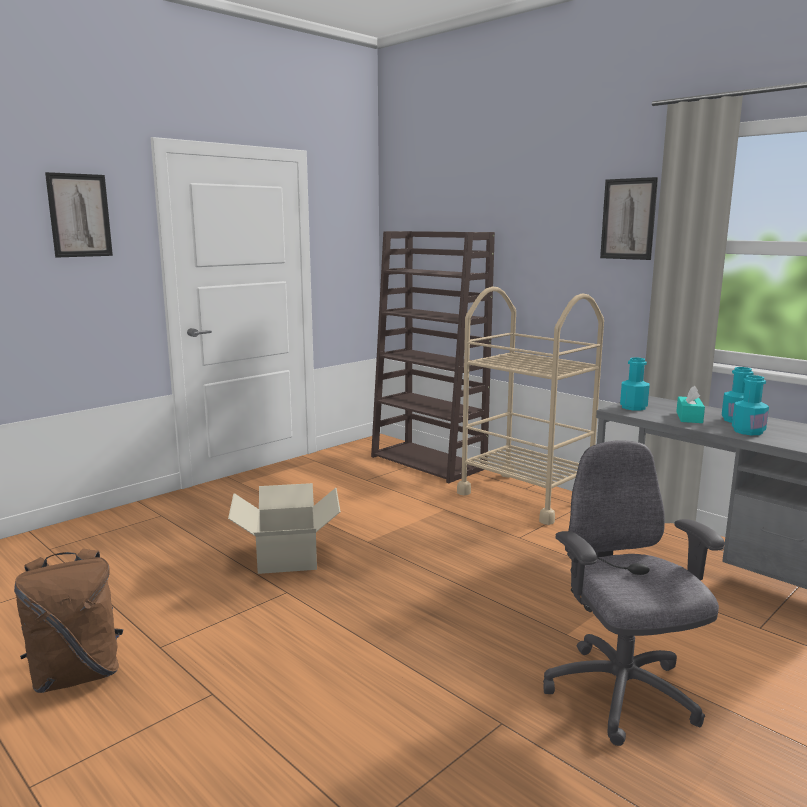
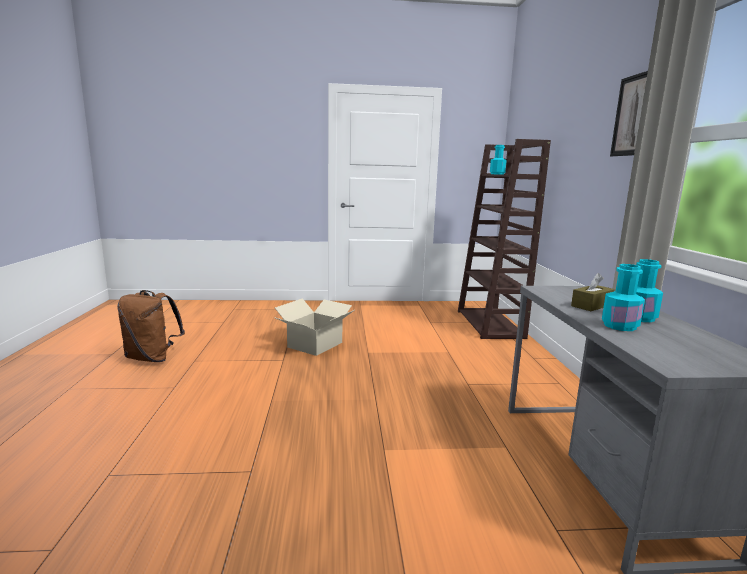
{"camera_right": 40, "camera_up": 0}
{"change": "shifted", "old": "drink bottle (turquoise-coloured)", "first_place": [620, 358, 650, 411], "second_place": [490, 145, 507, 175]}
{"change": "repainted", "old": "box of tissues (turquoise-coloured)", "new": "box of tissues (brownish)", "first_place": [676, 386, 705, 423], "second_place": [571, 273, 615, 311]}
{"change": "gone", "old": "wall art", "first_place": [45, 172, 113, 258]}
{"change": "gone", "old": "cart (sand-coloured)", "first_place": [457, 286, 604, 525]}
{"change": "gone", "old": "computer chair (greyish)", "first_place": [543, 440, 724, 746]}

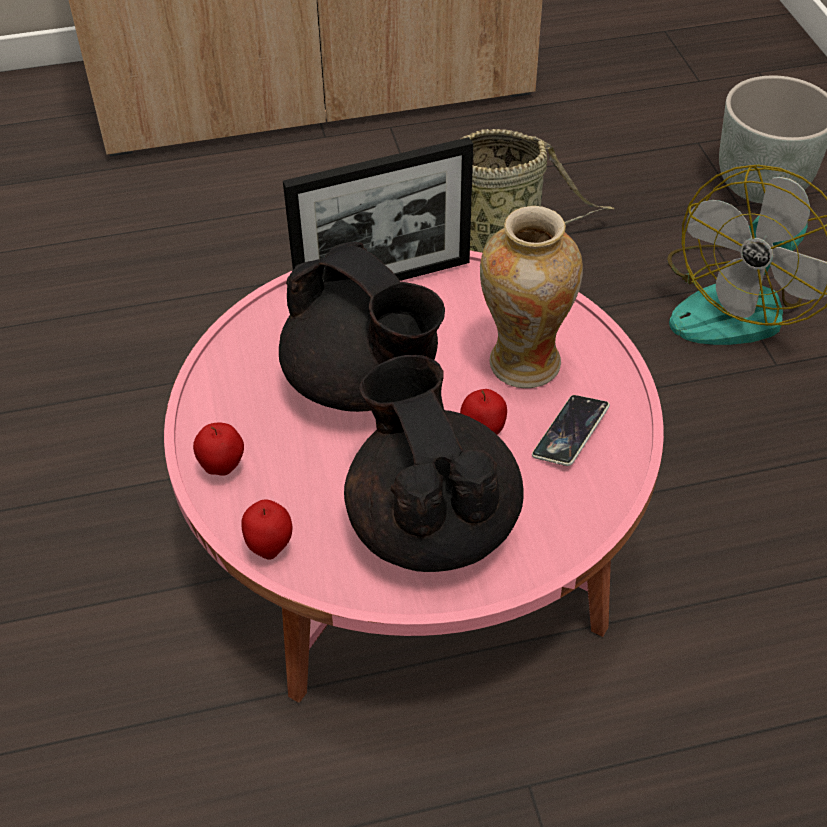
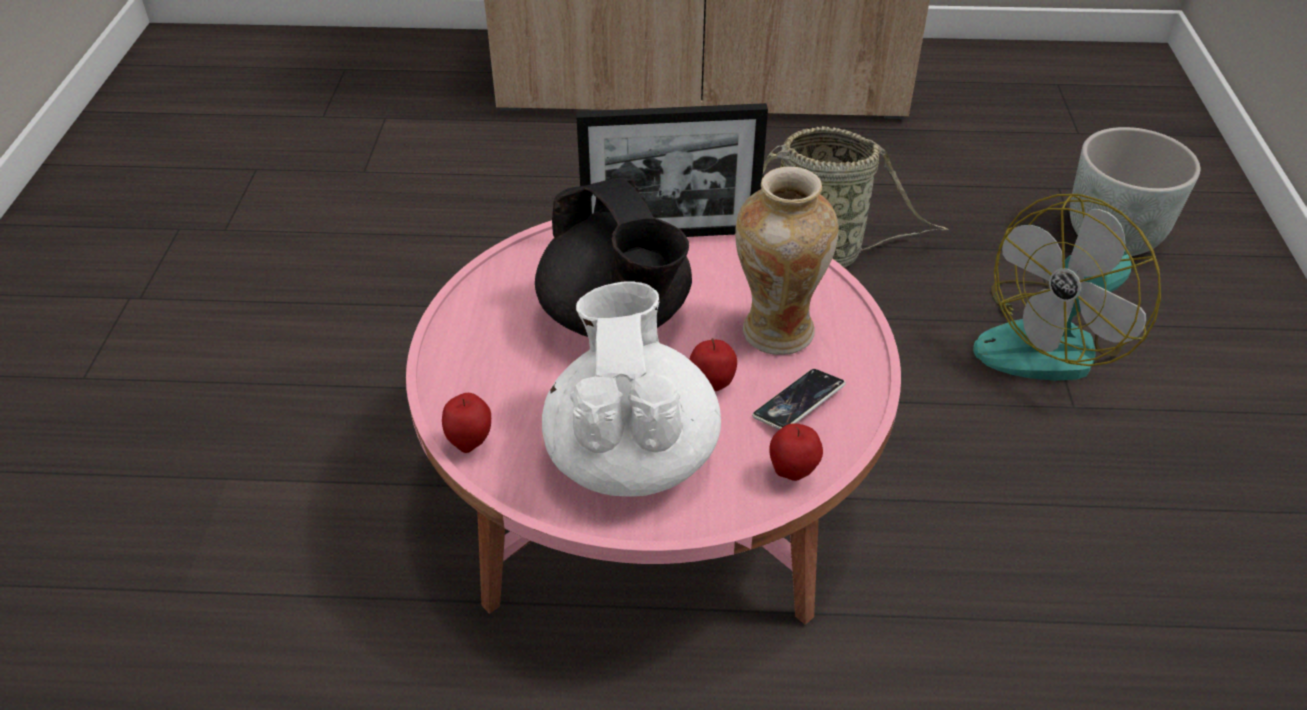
{"camera_right": 15, "camera_up": -5}
{"change": "repainted", "old": "tea pot (blackish)", "new": "tea pot (whitish)", "first_place": [344, 355, 524, 572], "second_place": [542, 282, 721, 497]}
{"change": "shifted", "old": "whole apple", "first_place": [193, 423, 244, 476], "second_place": [769, 424, 823, 481]}

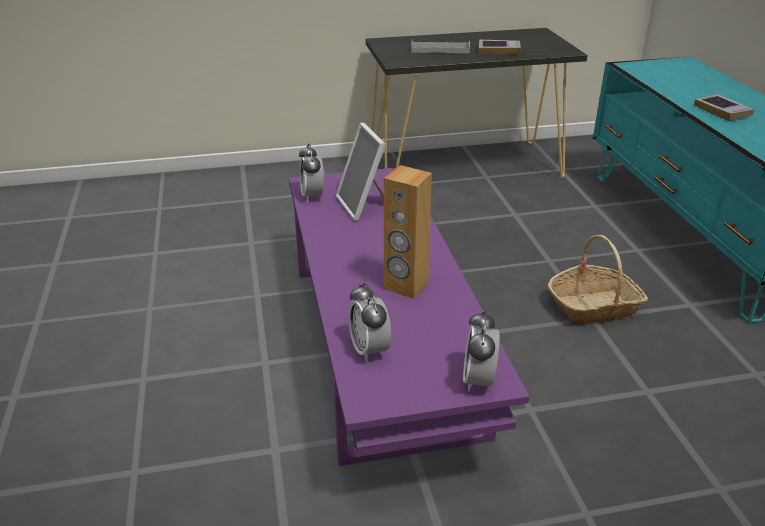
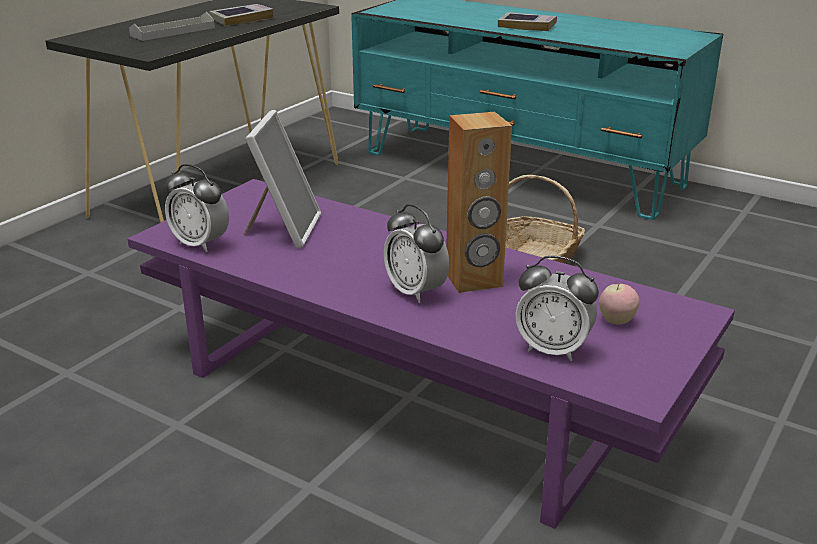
{"camera_right": -45, "camera_up": -5}
{"change": "rotated", "old": "standing frame", "first_place": [336, 123, 386, 221], "second_place": [243, 110, 321, 249], "degrees": -105}
{"change": "shifted", "old": "alarm clock", "first_place": [463, 311, 500, 391], "second_place": [384, 204, 449, 303]}
{"change": "new", "new": "whole apple", "second_place": [599, 282, 640, 325]}

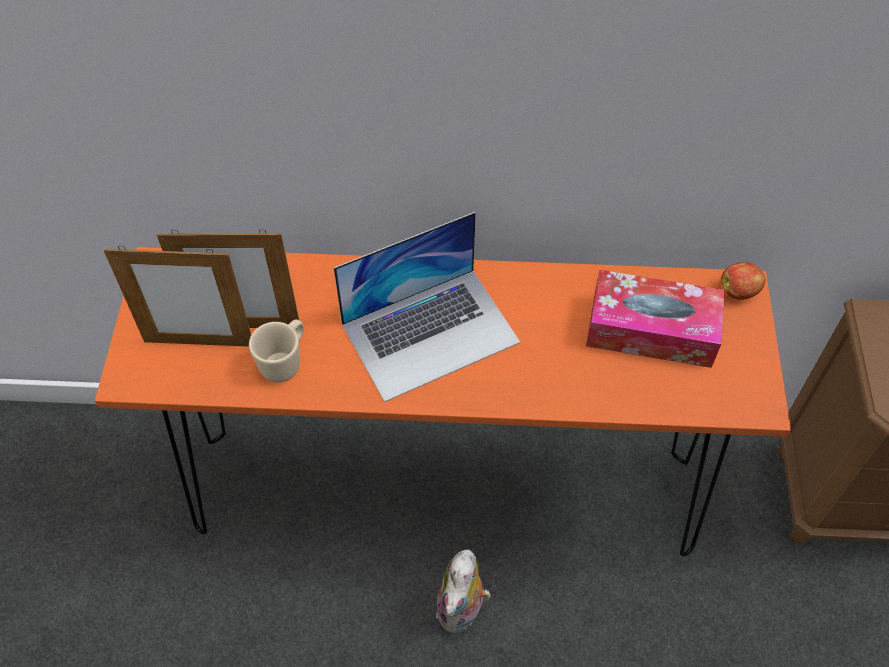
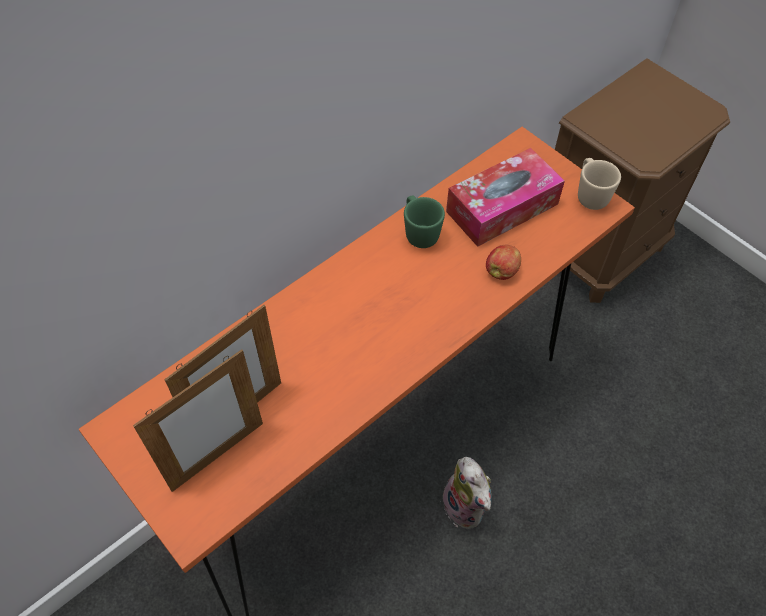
{"camera_right": -45, "camera_up": 0}
{"change": "new", "new": "tea mug (green-coloured)", "second_place": [404, 195, 445, 248]}
{"change": "shifted", "old": "whole apple", "first_place": [721, 262, 765, 300], "second_place": [486, 245, 521, 280]}
{"change": "shifted", "old": "tea mug (sand-coloured)", "first_place": [249, 319, 304, 382], "second_place": [578, 158, 621, 210]}
{"change": "gone", "old": "portable computer", "first_place": [334, 212, 520, 402]}

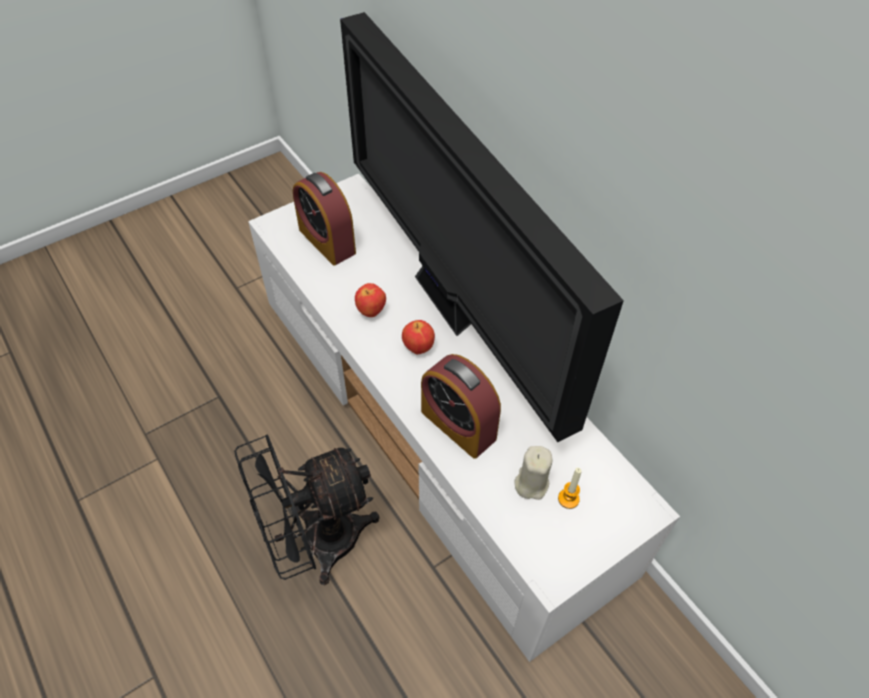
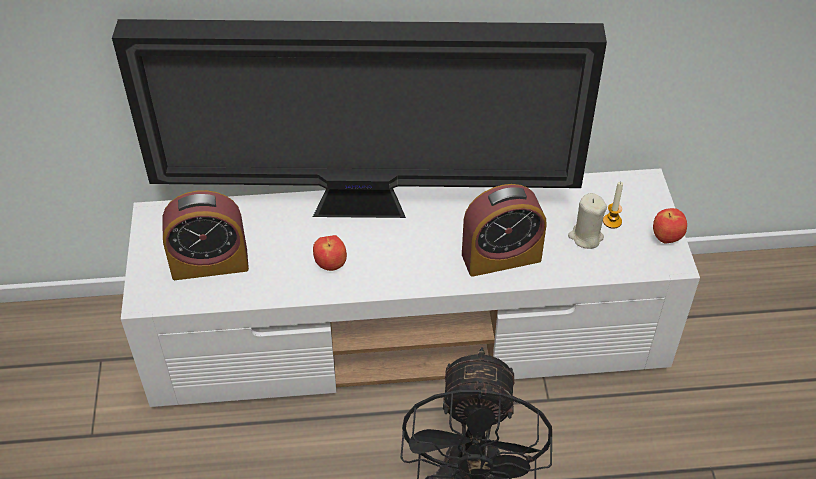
{"camera_right": -60, "camera_up": -5}
{"change": "shifted", "old": "whole apple", "first_place": [402, 320, 435, 354], "second_place": [653, 208, 687, 243]}

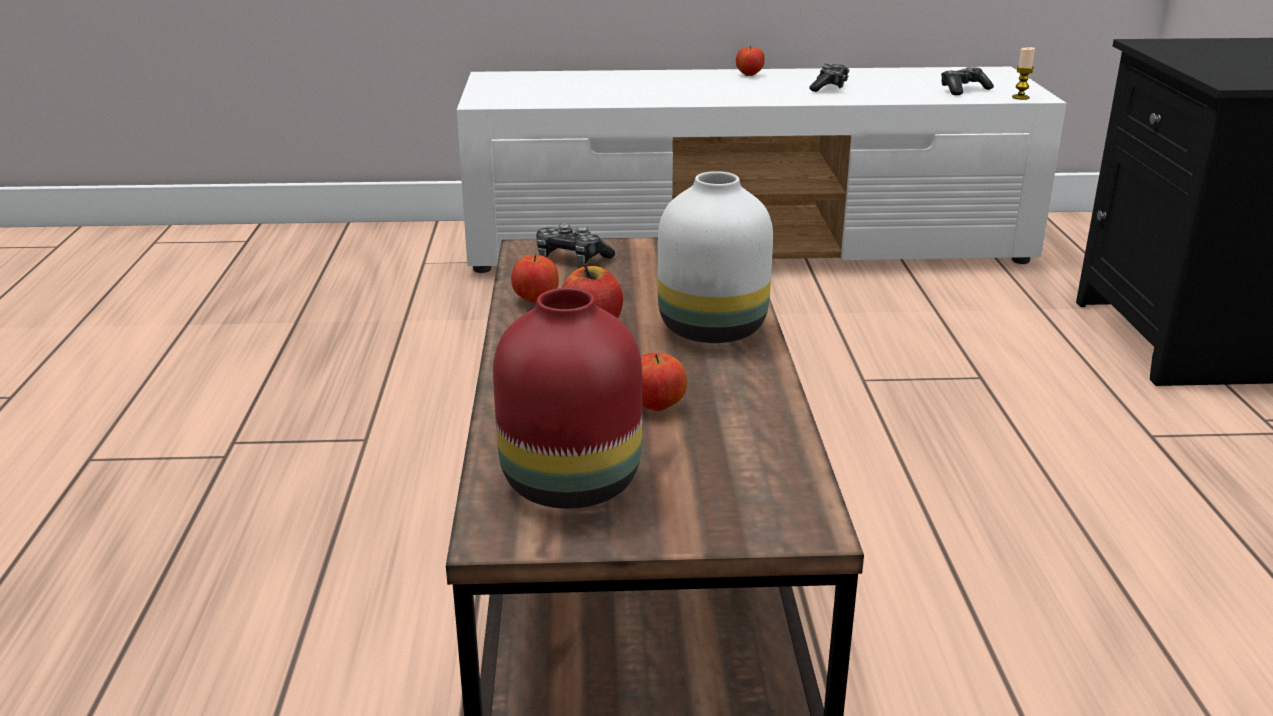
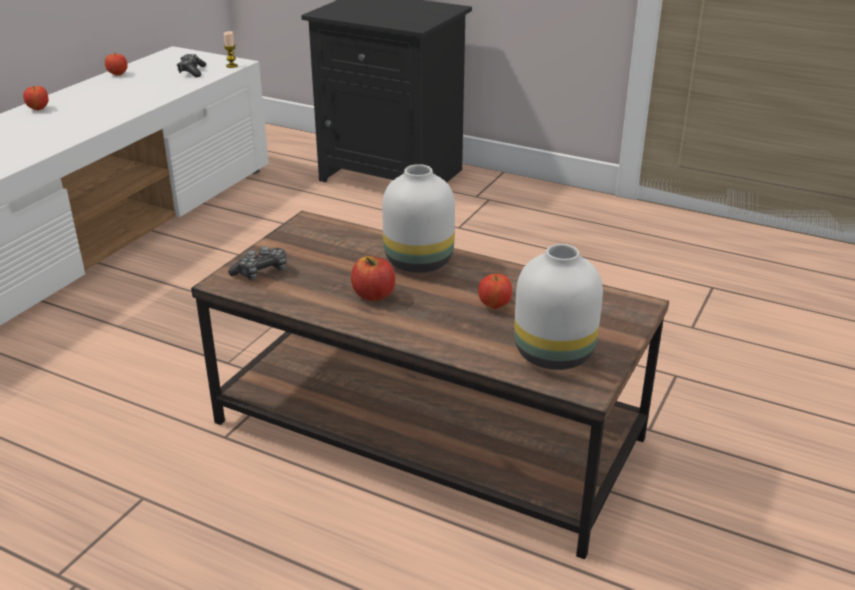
{"camera_right": -60, "camera_up": 5}
{"change": "shifted", "old": "whole apple", "first_place": [511, 255, 559, 303], "second_place": [105, 53, 128, 76]}
{"change": "repainted", "old": "vase (red)", "new": "vase (whitish)", "first_place": [493, 288, 642, 509], "second_place": [514, 244, 603, 370]}
{"change": "gone", "old": "joypad", "first_place": [809, 63, 850, 92]}

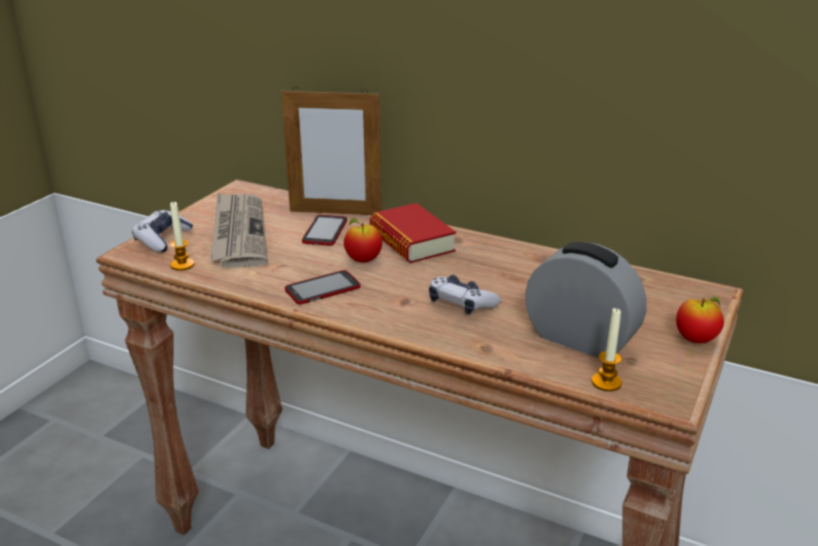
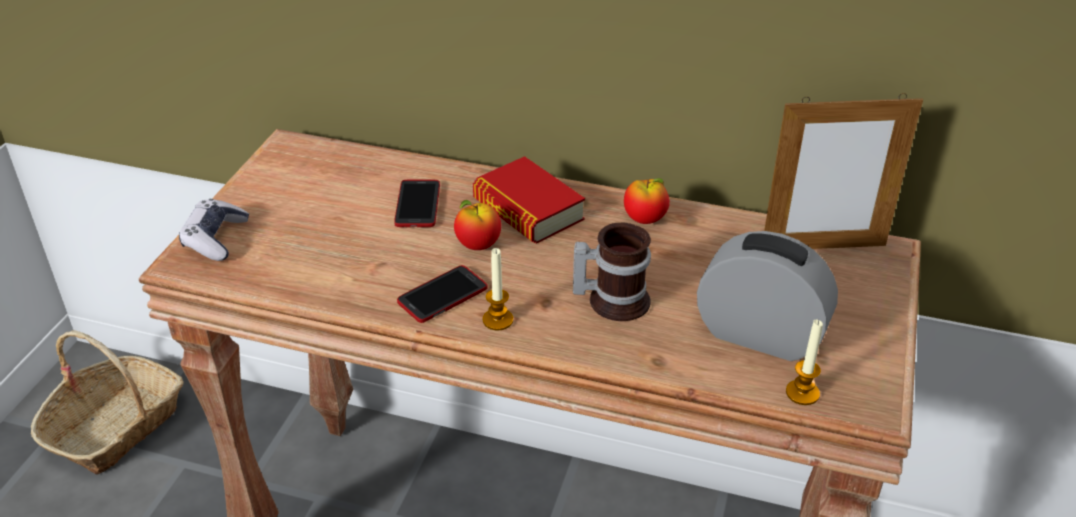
{"camera_right": -10, "camera_up": 10}
{"change": "new", "new": "storage basket", "second_place": [31, 330, 184, 475]}
{"change": "shifted", "old": "wax candle", "first_place": [170, 201, 194, 271], "second_place": [483, 248, 513, 331]}
{"change": "swapped", "old": "joypad", "new": "tea mug", "first_place": [429, 275, 501, 314], "second_place": [573, 222, 651, 321]}
{"change": "shifted", "old": "whole apple", "first_place": [676, 297, 724, 343], "second_place": [624, 178, 670, 224]}
{"change": "shifted", "old": "standing frame", "first_place": [281, 87, 381, 215], "second_place": [764, 93, 923, 249]}
{"change": "gone", "old": "printed paper", "first_place": [210, 193, 268, 268]}

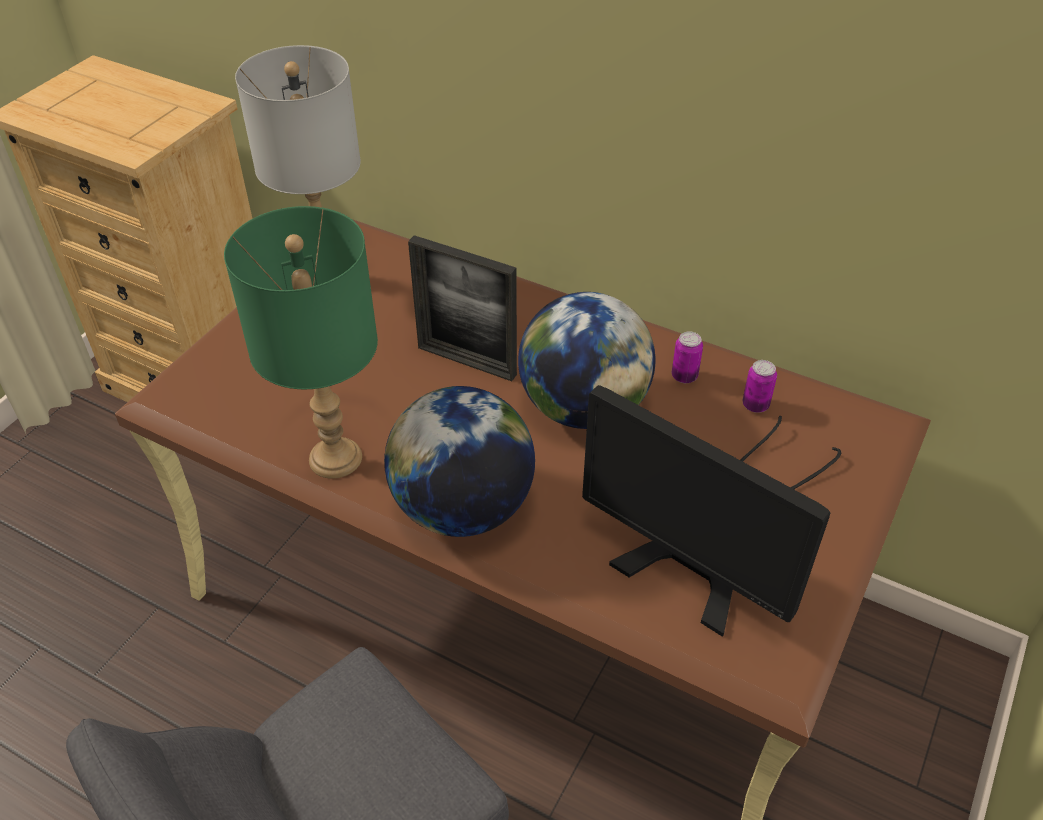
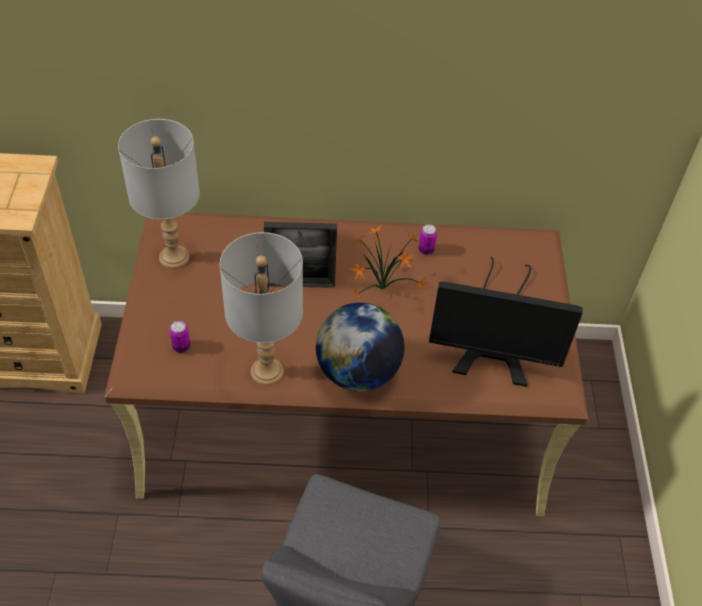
{"camera_right": -30, "camera_up": 5}
{"change": "shifted", "old": "can", "first_place": [743, 360, 777, 413], "second_place": [170, 321, 190, 353]}
{"change": "repainted", "old": "table lamp (green-coloured)", "new": "table lamp (greyish)", "first_place": [224, 206, 378, 479], "second_place": [220, 232, 303, 386]}
{"change": "swapped", "old": "world globe", "new": "houseplant", "first_place": [518, 292, 655, 429], "second_place": [350, 225, 428, 302]}

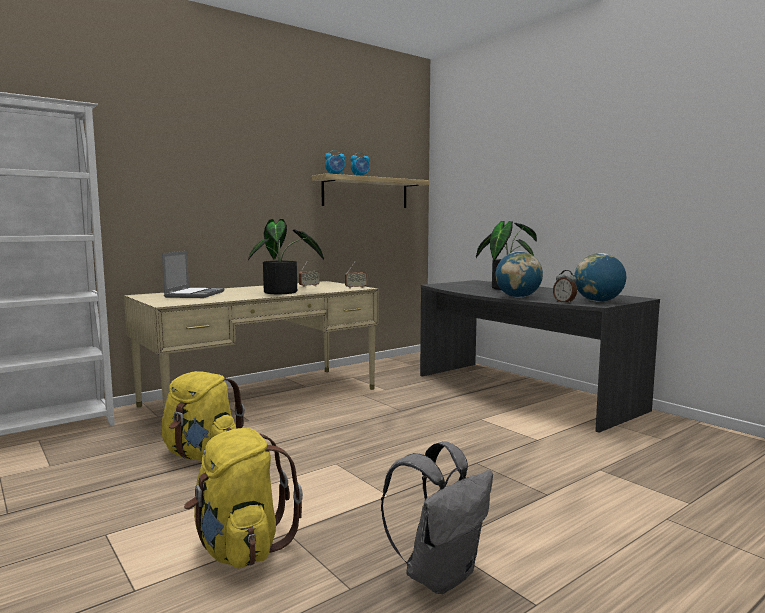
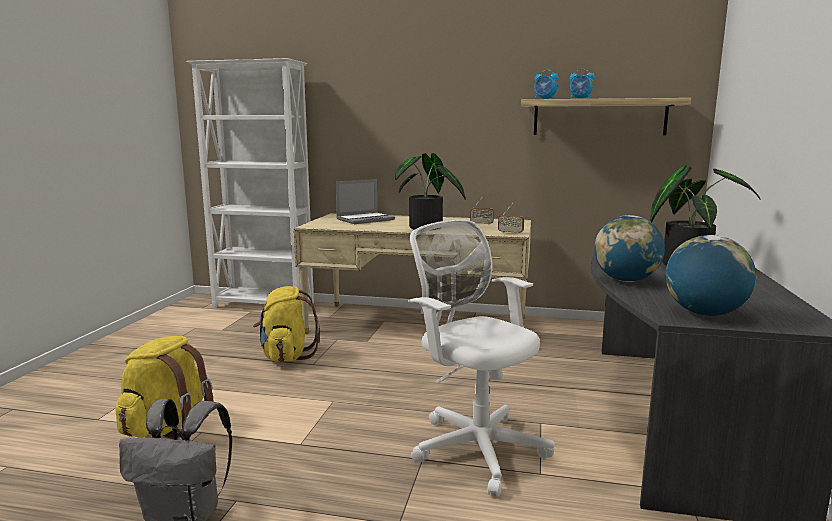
{"camera_right": 50, "camera_up": 5}
{"change": "new", "new": "computer chair (whitish)", "second_place": [408, 220, 555, 497]}
{"change": "gone", "old": "alarm clock", "first_place": [553, 270, 577, 303]}

